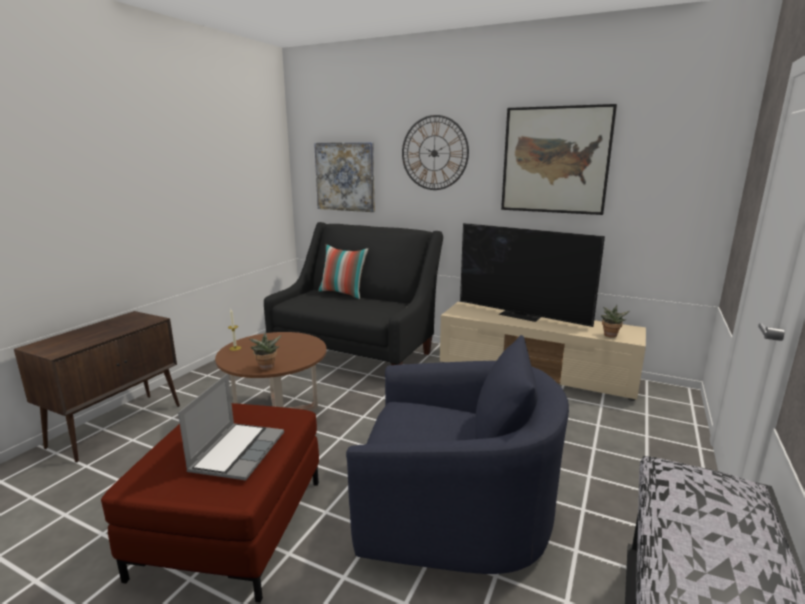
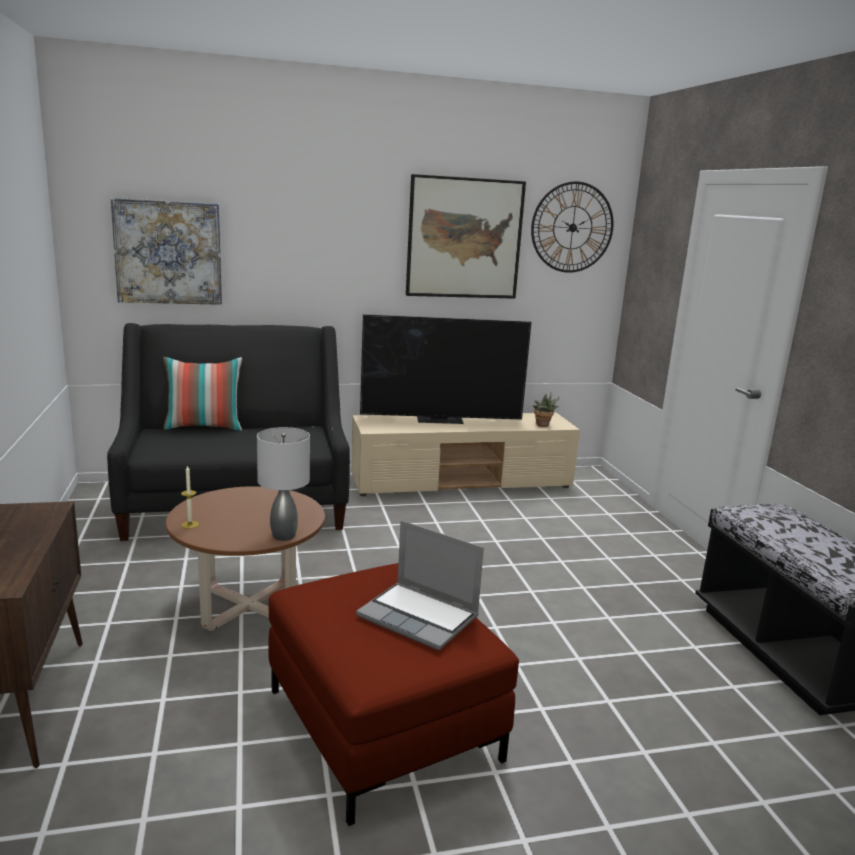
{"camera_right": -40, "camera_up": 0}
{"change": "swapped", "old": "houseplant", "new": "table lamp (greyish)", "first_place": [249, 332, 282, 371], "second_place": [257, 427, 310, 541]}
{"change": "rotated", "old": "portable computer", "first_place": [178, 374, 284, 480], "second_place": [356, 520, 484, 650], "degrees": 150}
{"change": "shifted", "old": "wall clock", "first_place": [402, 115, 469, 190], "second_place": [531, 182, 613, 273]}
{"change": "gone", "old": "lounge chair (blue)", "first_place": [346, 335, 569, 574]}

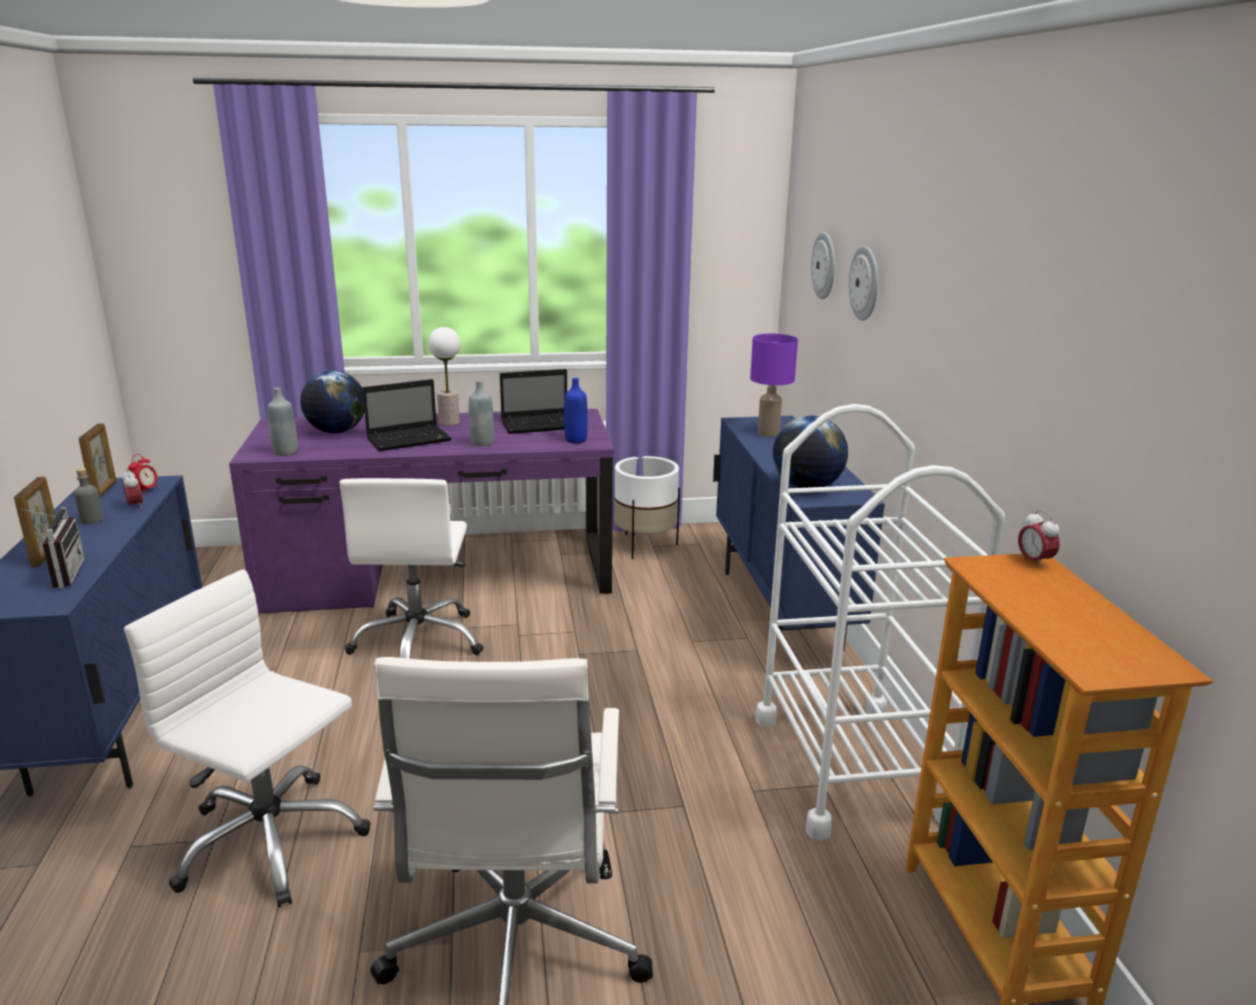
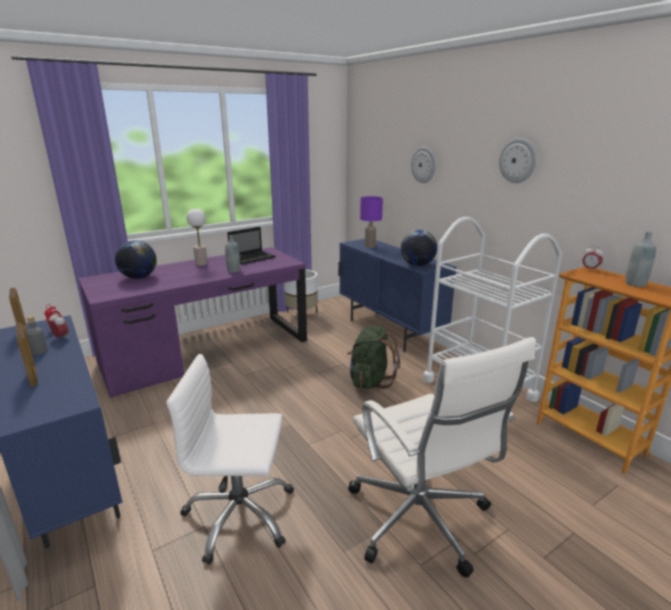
{"camera_right": -25, "camera_up": 0}
{"change": "new", "new": "backpack (green-coloured)", "second_place": [347, 326, 400, 389]}
{"change": "shifted", "old": "wall clock", "first_place": [811, 232, 835, 299], "second_place": [499, 138, 537, 183]}
{"change": "shifted", "old": "drink bottle (greyish)", "first_place": [267, 387, 298, 456], "second_place": [625, 231, 656, 287]}
{"change": "gone", "old": "radio", "first_place": [21, 507, 85, 588]}
{"change": "gone", "old": "computer chair (whitish)", "first_place": [339, 478, 484, 659]}
{"change": "gone", "old": "portable computer", "first_place": [362, 379, 452, 451]}
{"change": "gone", "old": "drink bottle (blue)", "first_place": [564, 378, 588, 443]}

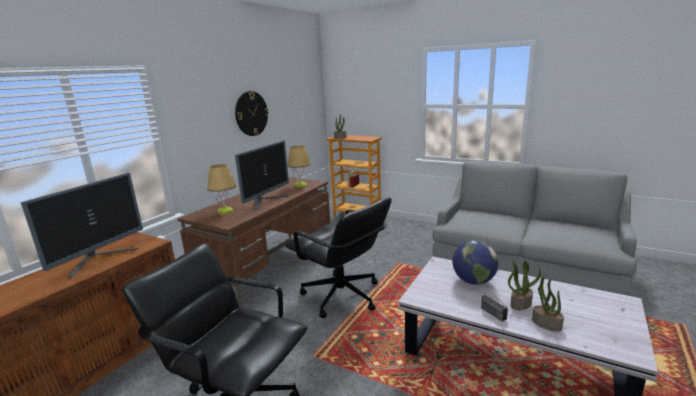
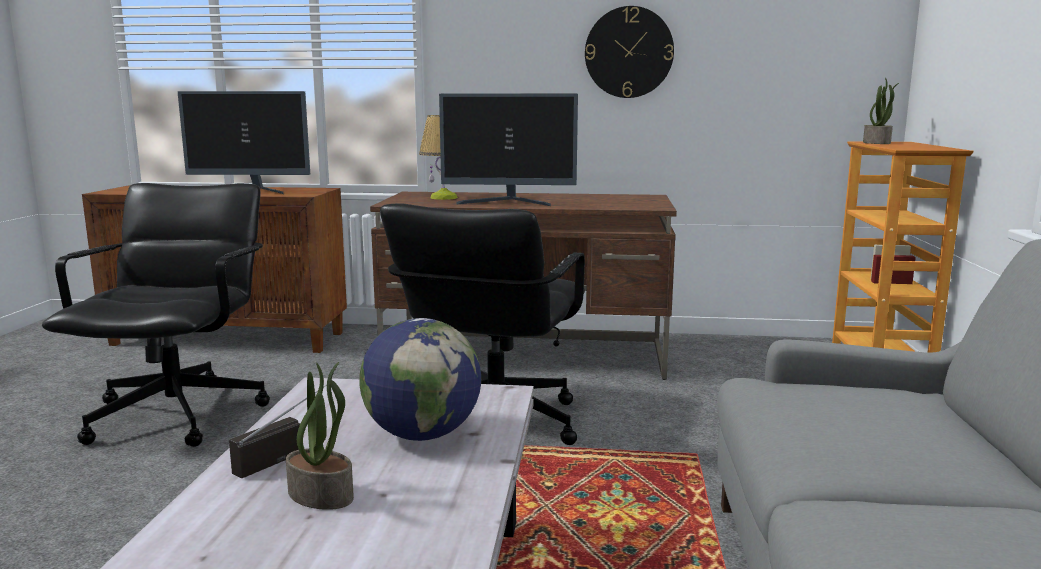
{"camera_right": 65, "camera_up": -5}
{"change": "gone", "old": "table lamp", "first_place": [287, 145, 311, 188]}
{"change": "gone", "old": "houseplant", "first_place": [532, 277, 564, 331]}

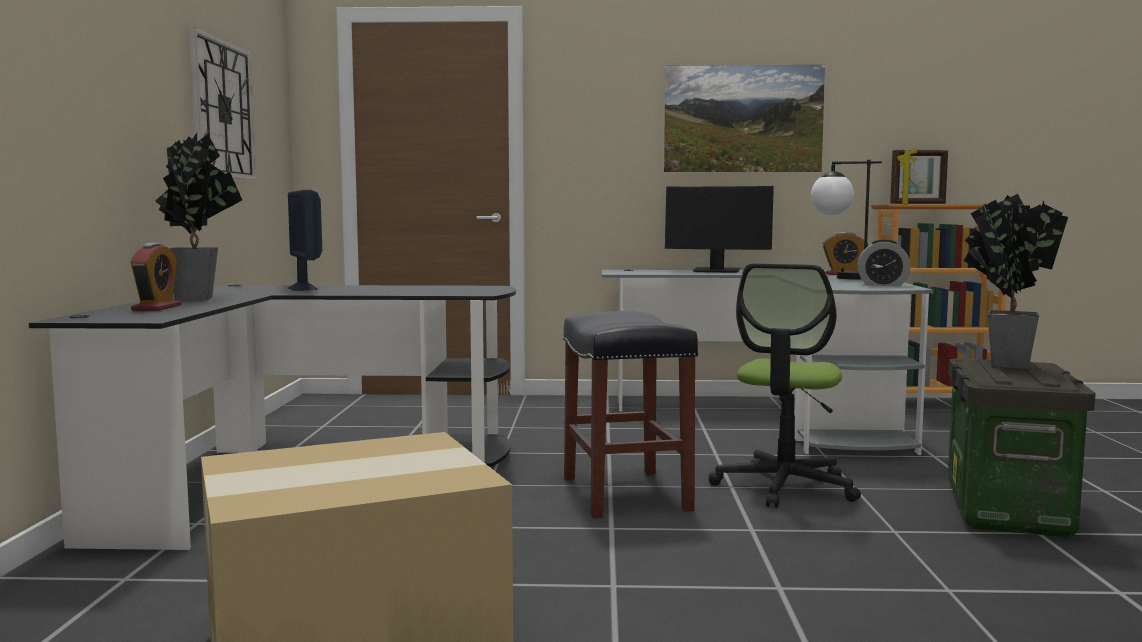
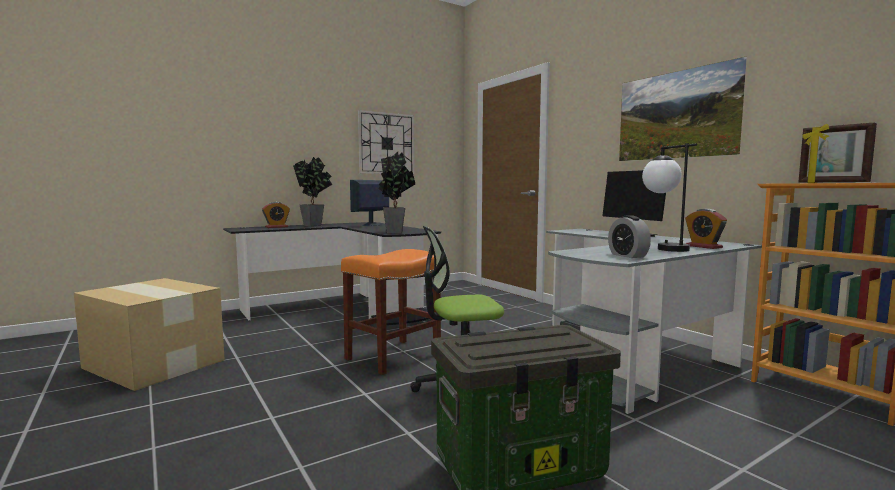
{"camera_right": 55, "camera_up": 0}
{"change": "repainted", "old": "stool (blackish)", "new": "stool (orange)", "first_place": [563, 311, 698, 518], "second_place": [341, 249, 441, 375]}
{"change": "shifted", "old": "houseplant", "first_place": [964, 194, 1068, 369], "second_place": [378, 152, 415, 233]}

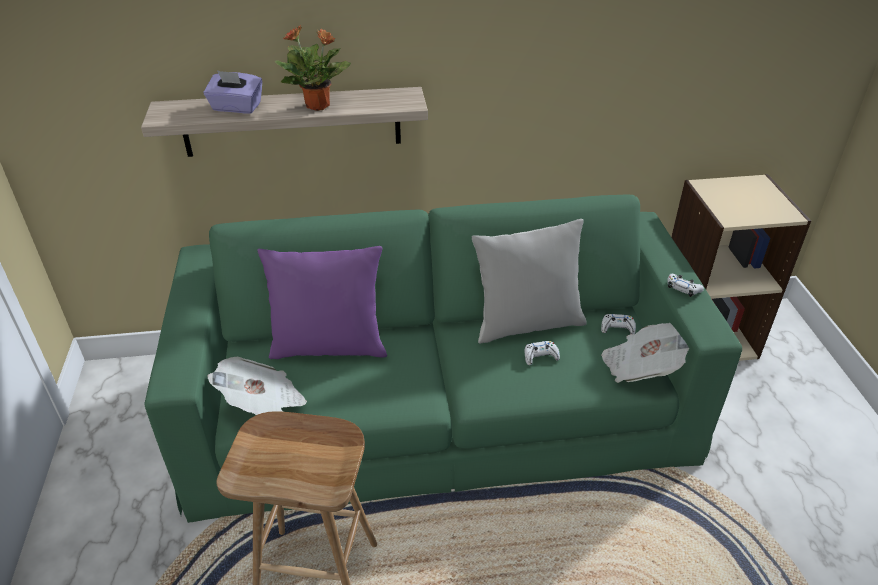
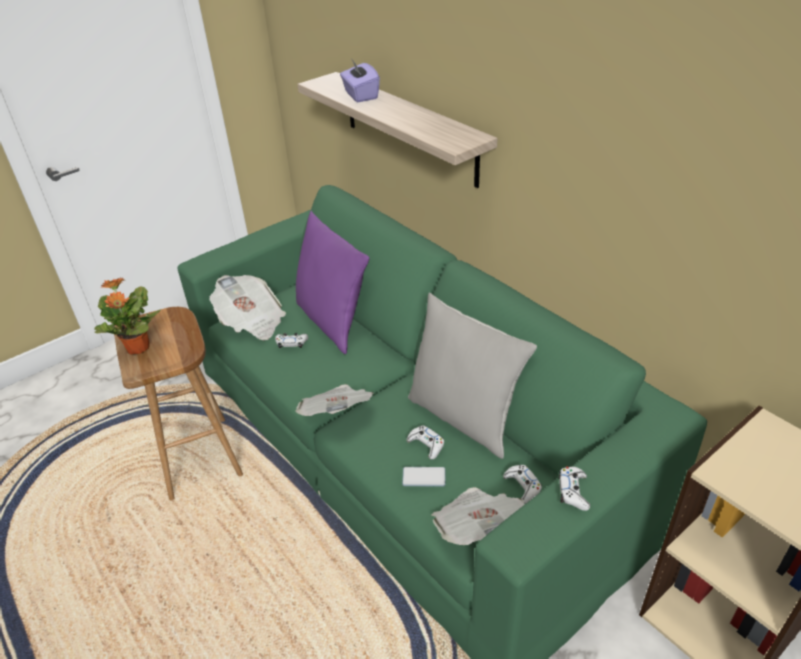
{"camera_right": 60, "camera_up": 0}
{"change": "shifted", "old": "houseplant", "first_place": [275, 25, 351, 111], "second_place": [95, 277, 160, 355]}
{"change": "new", "new": "joypad (whitish)", "second_place": [275, 333, 308, 348]}
{"change": "new", "new": "printed paper", "second_place": [295, 384, 374, 416]}
{"change": "new", "new": "telephone", "second_place": [402, 467, 446, 487]}

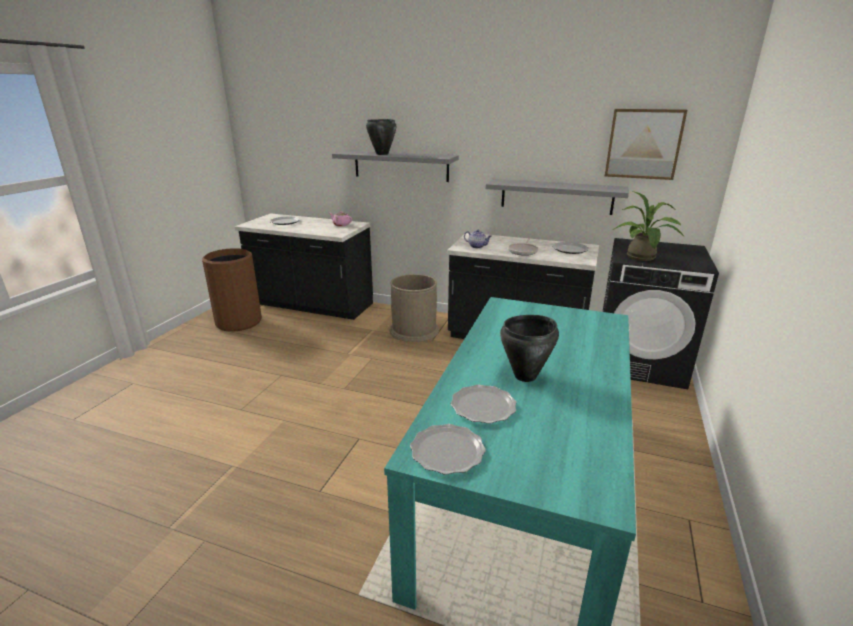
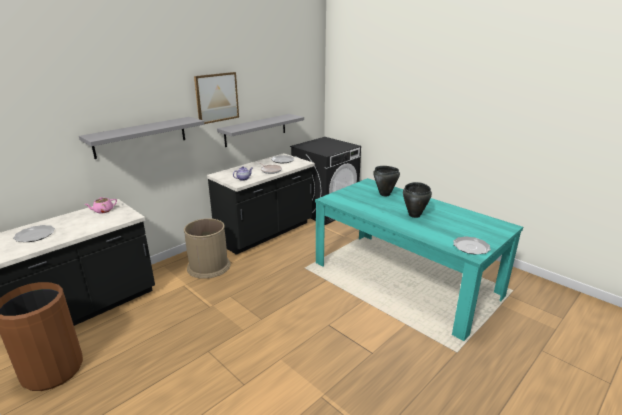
{"camera_right": -65, "camera_up": 0}
{"change": "shifted", "old": "wall art", "first_place": [605, 109, 687, 180], "second_place": [194, 72, 239, 124]}
{"change": "shifted", "old": "stockpot (blackish)", "first_place": [366, 119, 397, 155], "second_place": [373, 166, 400, 196]}
{"change": "gone", "old": "plate", "first_place": [451, 385, 516, 424]}
{"change": "gone", "old": "houseplant", "first_place": [612, 191, 684, 261]}

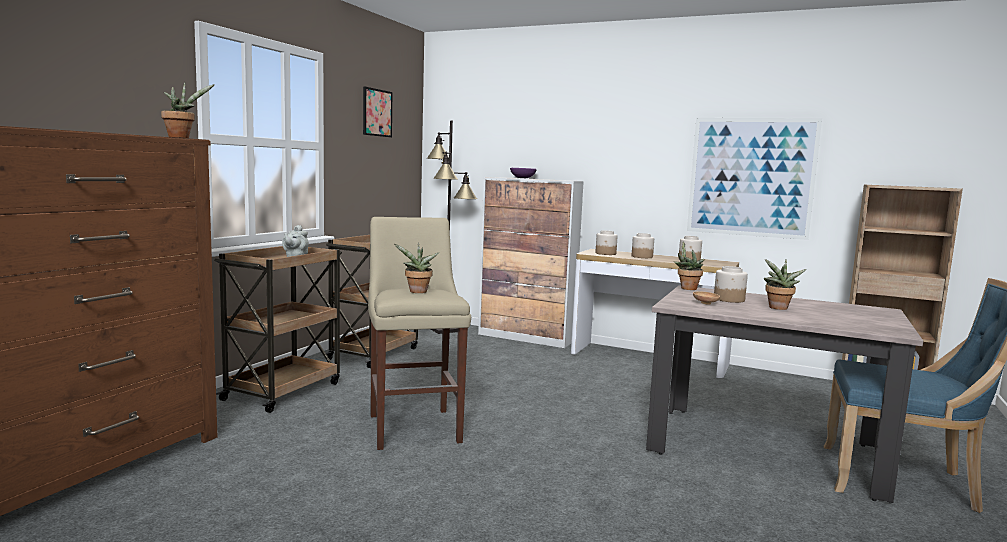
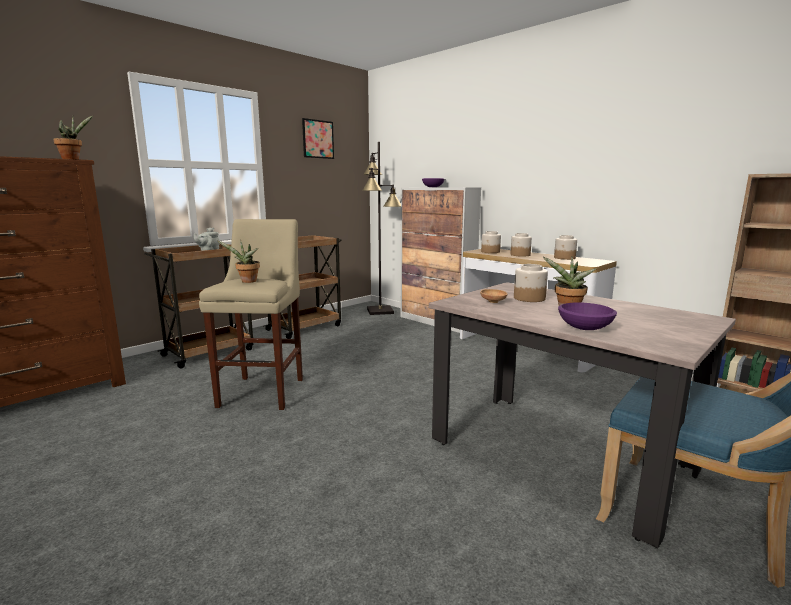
{"camera_right": 20, "camera_up": 5}
{"change": "new", "new": "serving bowl (purple)", "second_place": [558, 302, 617, 330]}
{"change": "gone", "old": "houseplant", "first_place": [673, 241, 705, 290]}
{"change": "gone", "old": "wall art", "first_place": [687, 118, 822, 240]}

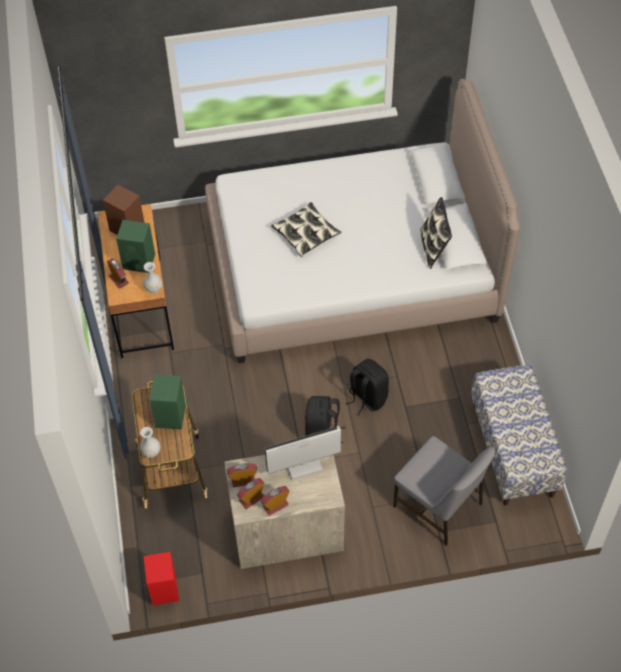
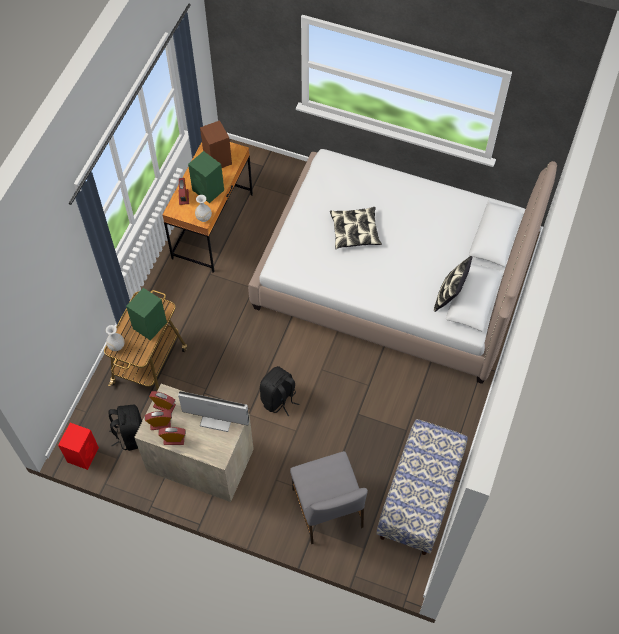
{"camera_right": 30, "camera_up": 5}
{"change": "shifted", "old": "backpack (blackish)", "first_place": [346, 359, 389, 416], "second_place": [108, 404, 142, 451]}

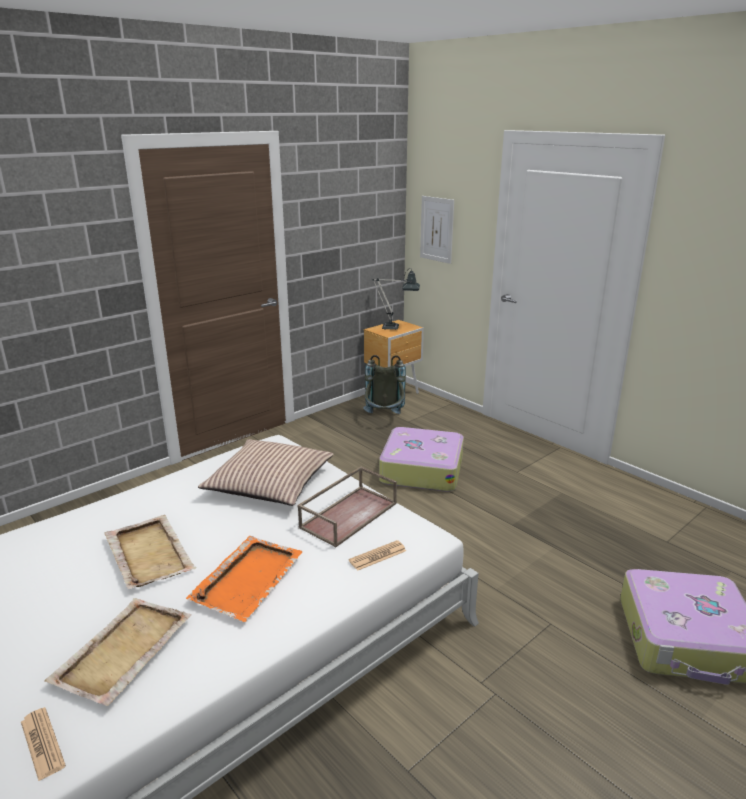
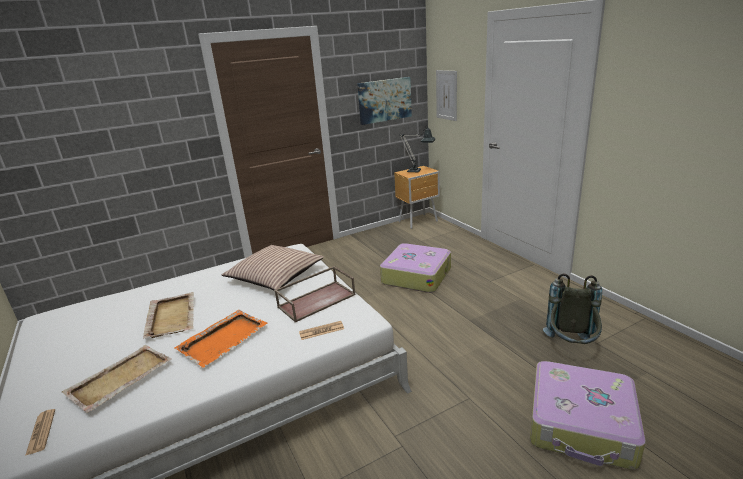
{"camera_right": 15, "camera_up": 0}
{"change": "new", "new": "wall art", "second_place": [357, 77, 412, 125]}
{"change": "shifted", "old": "backpack (greyish)", "first_place": [363, 355, 406, 414], "second_place": [543, 273, 602, 344]}

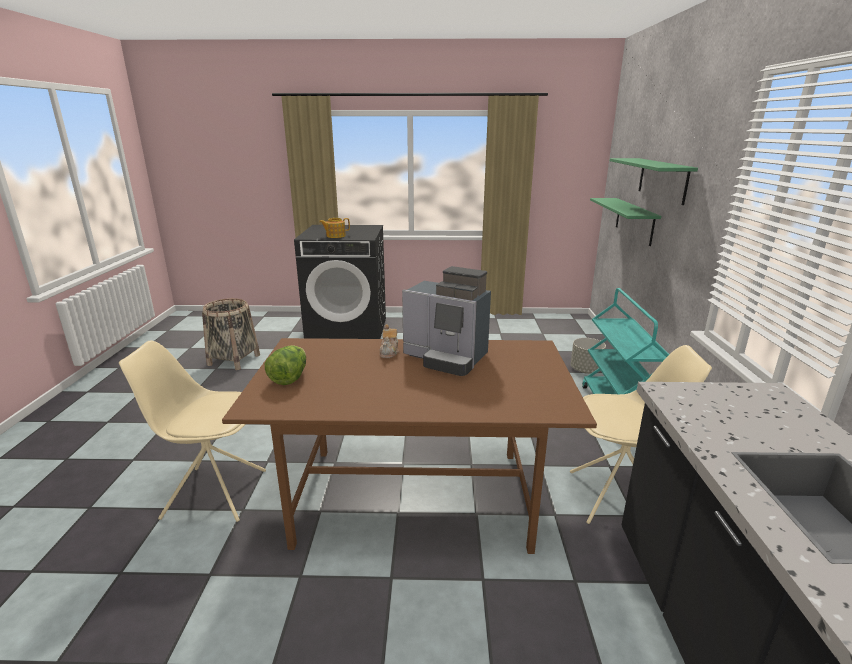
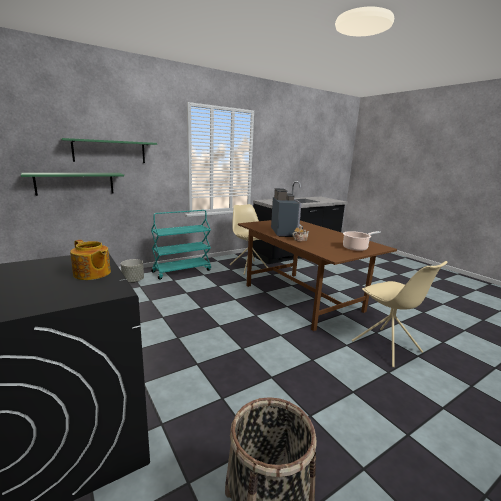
{"camera_right": -125, "camera_up": -5}
{"change": "swapped", "old": "lettuce head", "new": "stockpot", "first_place": [265, 345, 306, 385], "second_place": [343, 231, 381, 251]}

